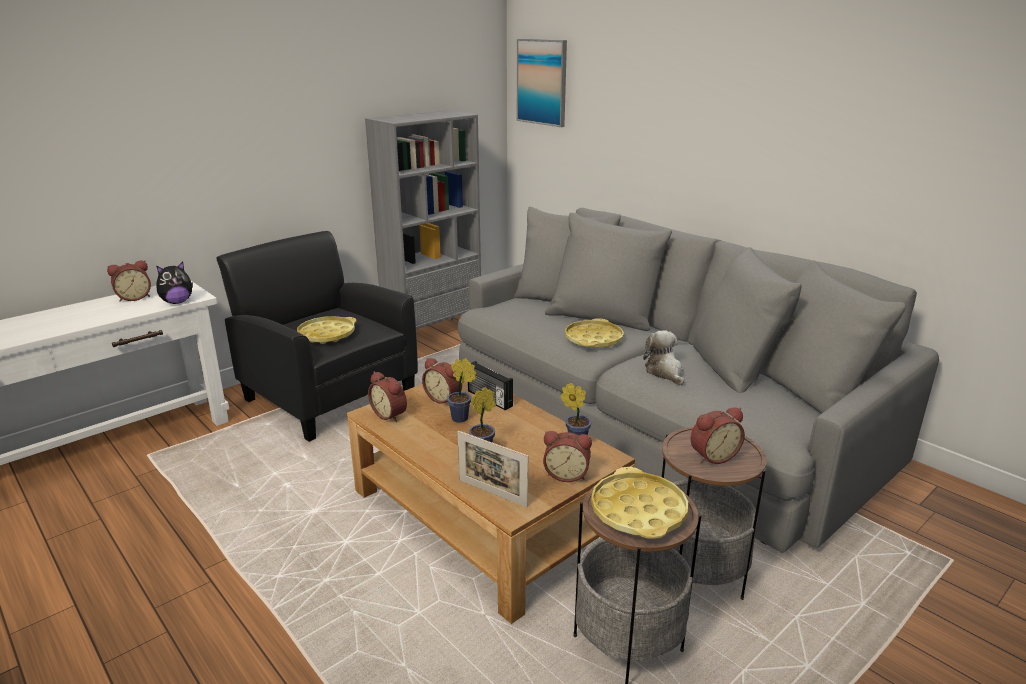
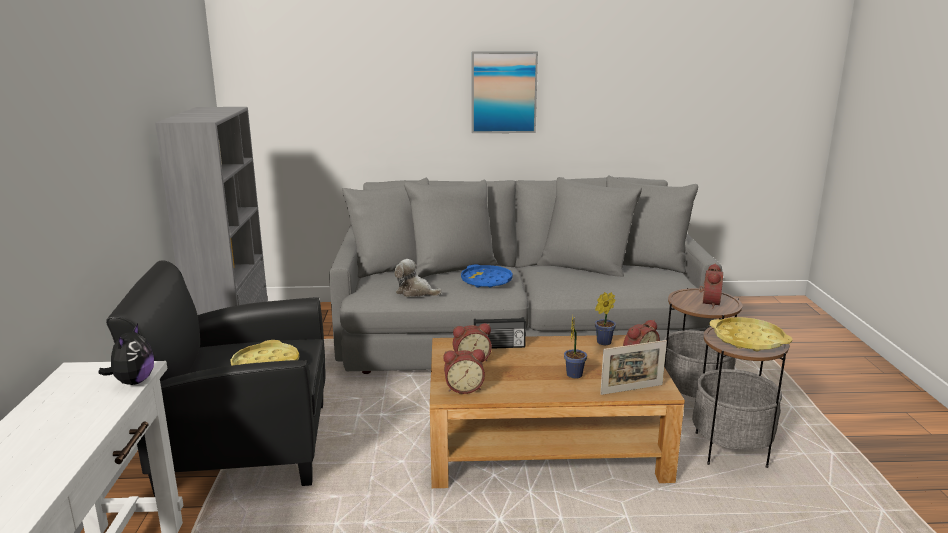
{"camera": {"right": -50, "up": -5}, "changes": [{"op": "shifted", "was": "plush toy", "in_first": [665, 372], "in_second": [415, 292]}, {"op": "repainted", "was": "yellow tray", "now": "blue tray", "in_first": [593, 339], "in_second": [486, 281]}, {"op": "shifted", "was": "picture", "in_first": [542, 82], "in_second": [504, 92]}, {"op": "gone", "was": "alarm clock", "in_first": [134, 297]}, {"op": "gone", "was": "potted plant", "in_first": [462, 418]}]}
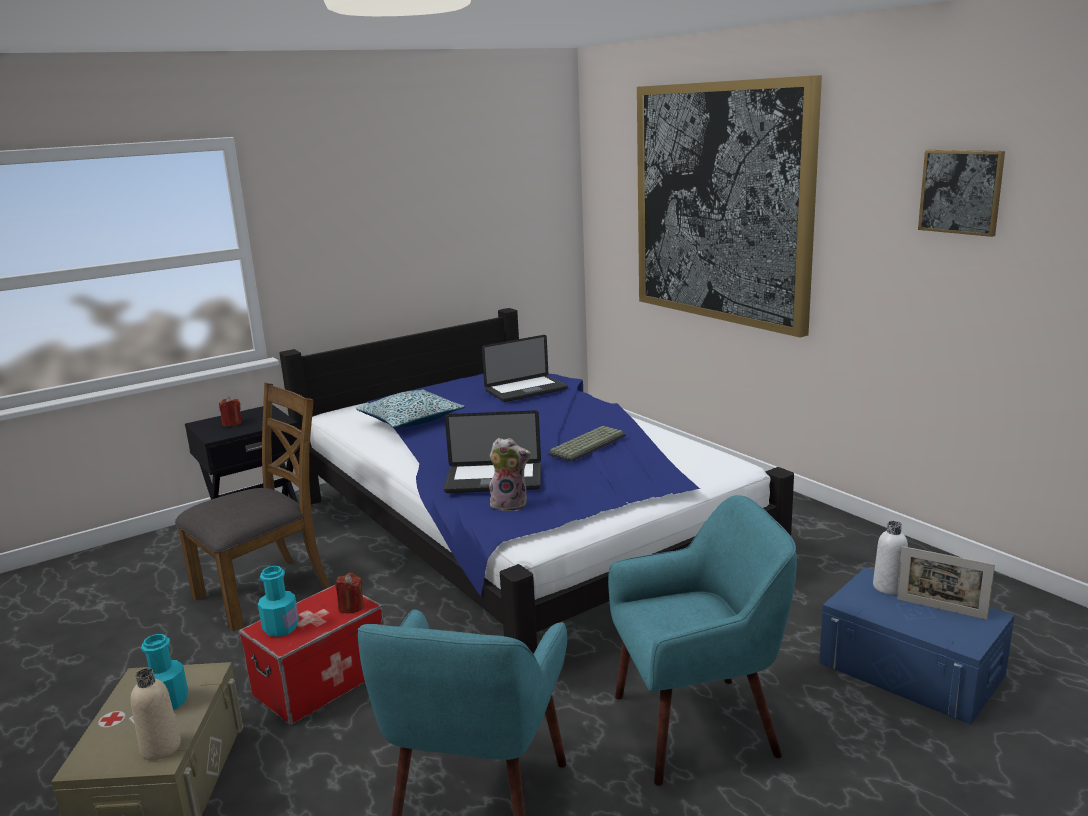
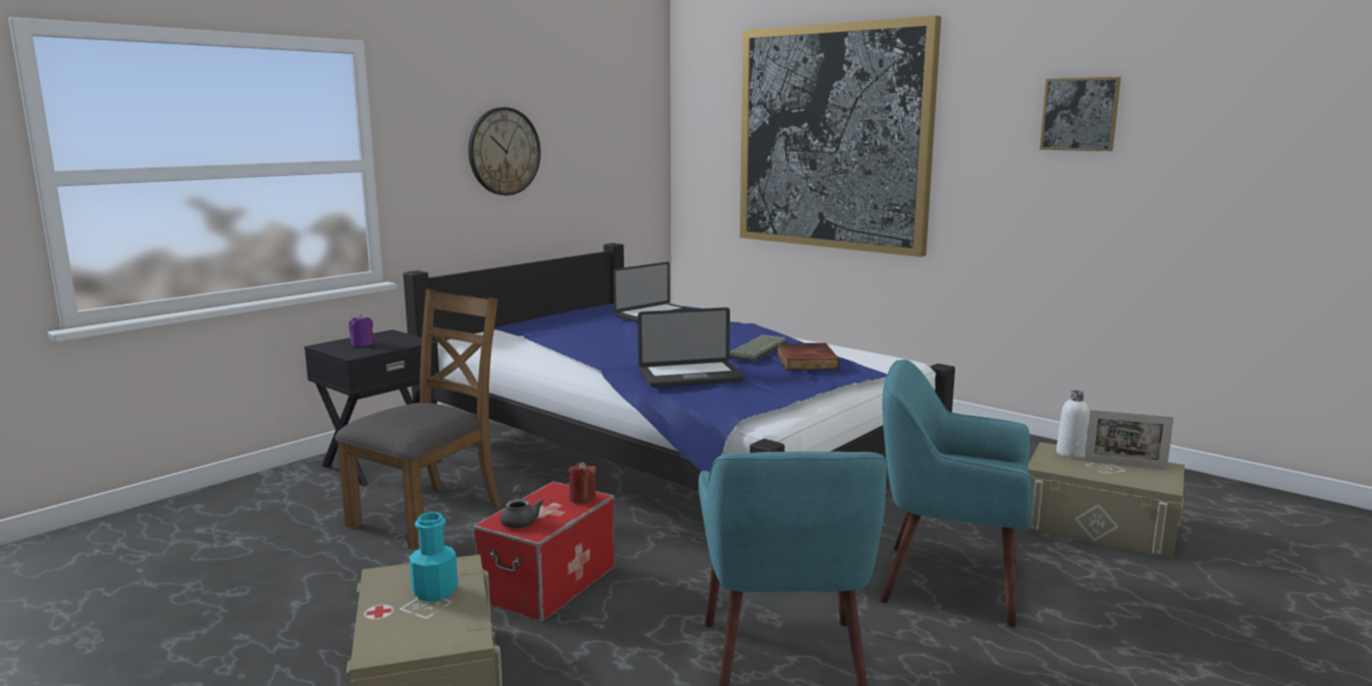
{"camera": {"right": -15, "up": -5}, "changes": [{"op": "repainted", "was": "red candle", "now": "purple candle", "in_first": [232, 423], "in_second": [362, 344]}, {"op": "new", "now": "wall clock", "in_second": [504, 151]}, {"op": "swapped", "was": "turquoise bottle", "now": "grey teapot", "in_first": [281, 628], "in_second": [520, 520]}, {"op": "new", "now": "book", "in_second": [804, 361]}, {"op": "rotated", "was": "turquoise armchair", "in_first": [697, 726], "in_second": [947, 582], "clockwise": -135}, {"op": "repainted", "was": "blue storage box", "now": "beige storage box", "in_first": [911, 669], "in_second": [1099, 525]}, {"op": "gone", "was": "beige bottle", "in_first": [161, 748]}, {"op": "gone", "was": "pillow", "in_first": [410, 420]}, {"op": "gone", "was": "plush toy", "in_first": [510, 504]}]}
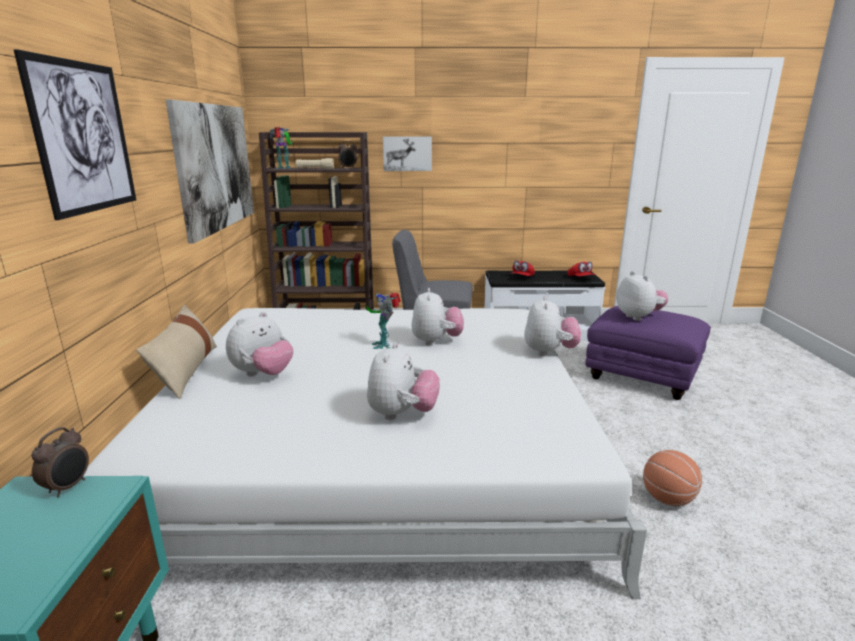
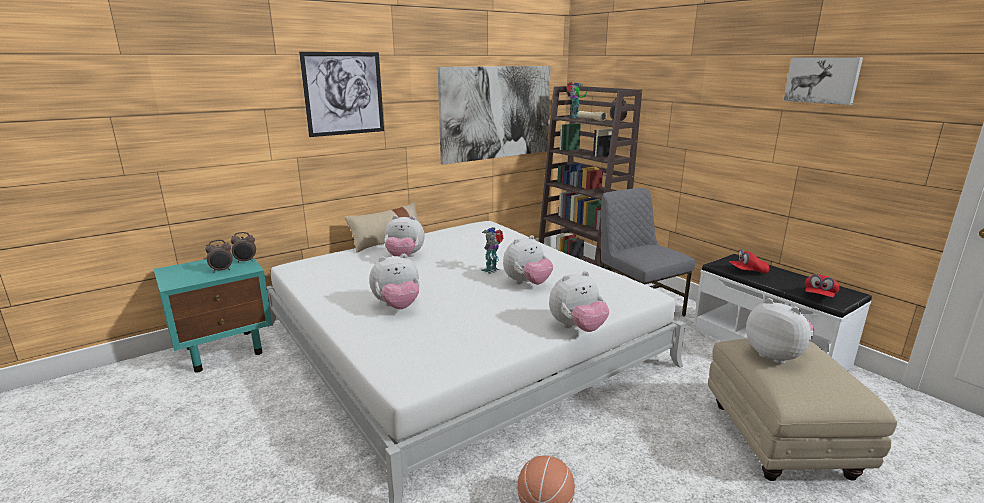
{"camera": {"right": 55, "up": 0}, "changes": [{"op": "new", "now": "alarm clock", "in_second": [222, 270]}, {"op": "repainted", "was": "purple ottoman", "now": "beige ottoman", "in_first": [643, 378], "in_second": [781, 441]}, {"op": "rotated", "was": "plush toy", "in_first": [638, 317], "in_second": [775, 355], "clockwise": -75}, {"op": "shifted", "was": "picture", "in_first": [407, 153], "in_second": [822, 80]}]}
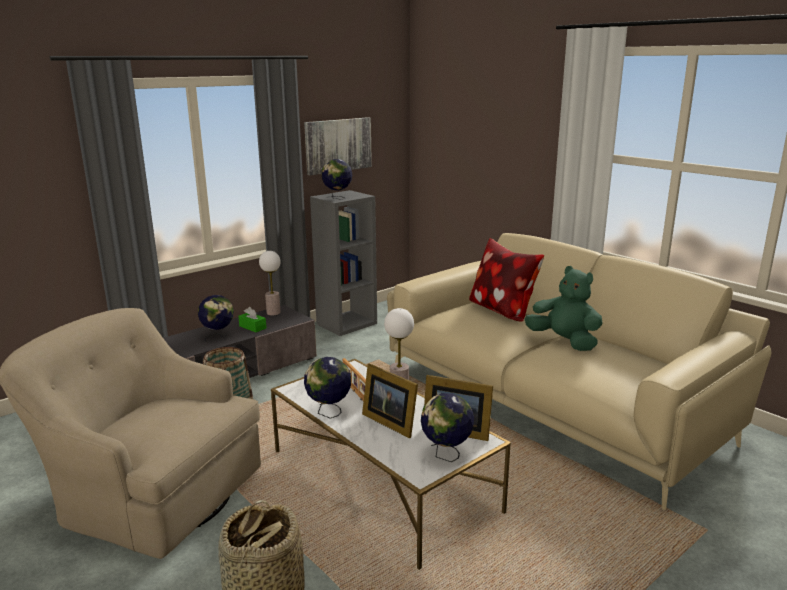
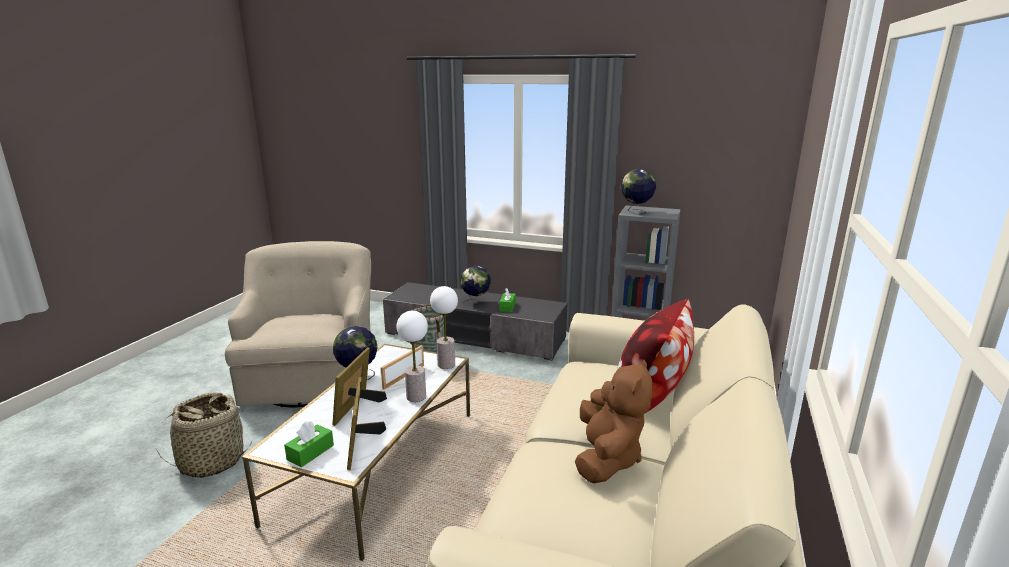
{"camera": {"right": 60, "up": 0}, "changes": [{"op": "swapped", "was": "globe", "now": "green tissue box", "in_first": [446, 455], "in_second": [310, 452]}, {"op": "shifted", "was": "table lamp", "in_first": [273, 313], "in_second": [446, 365]}, {"op": "repainted", "was": "green plush toy", "now": "brown plush toy", "in_first": [564, 341], "in_second": [607, 458]}, {"op": "gone", "was": "picture", "in_first": [338, 145]}]}
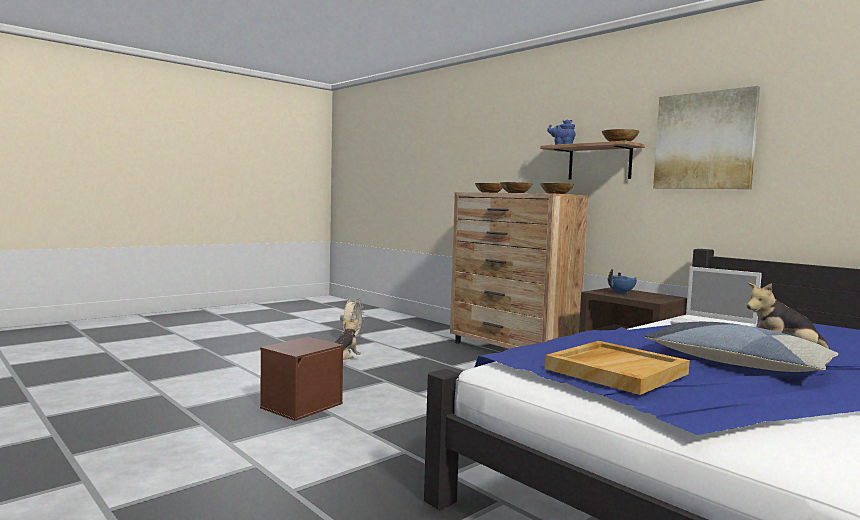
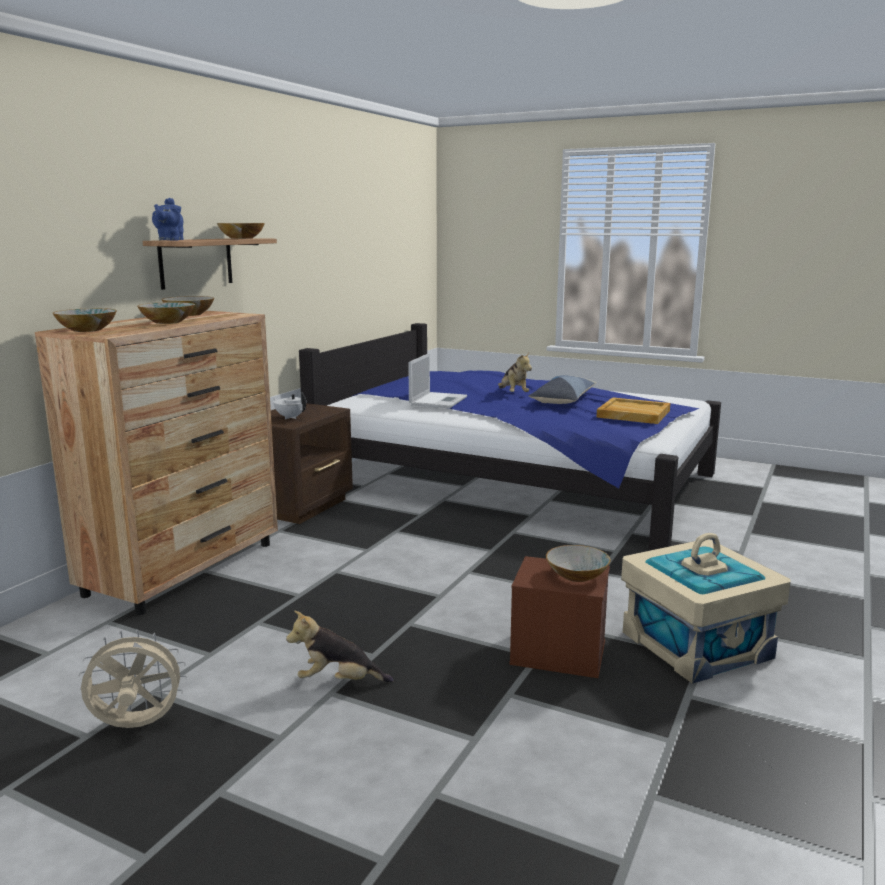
{"camera": {"right": -110, "up": 10}, "changes": [{"op": "repainted", "was": "blue teapot", "now": "white teapot", "in_first": [621, 293], "in_second": [290, 417]}, {"op": "new", "now": "bowl", "in_second": [576, 576]}, {"op": "new", "now": "beige storage box", "in_second": [696, 644]}, {"op": "gone", "was": "picture", "in_first": [704, 141]}]}
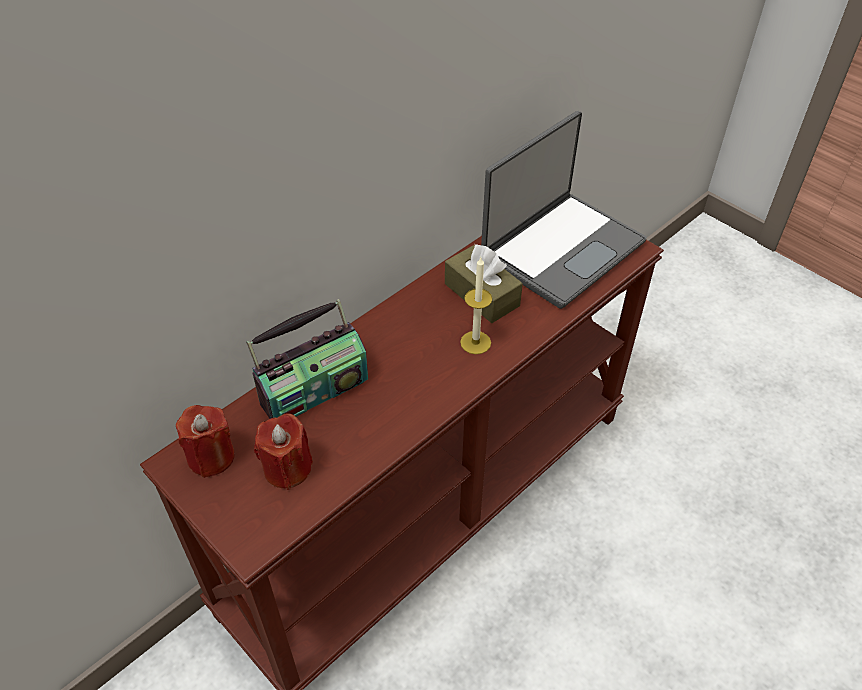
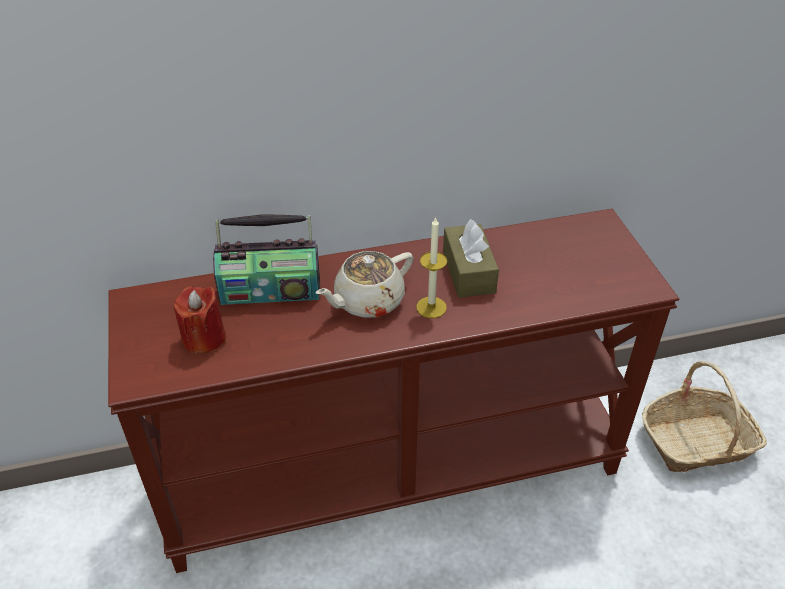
{"camera": {"right": 30, "up": -5}, "changes": [{"op": "new", "now": "beige teapot", "in_second": [367, 301]}, {"op": "new", "now": "basket", "in_second": [696, 442]}, {"op": "gone", "was": "red candle", "in_first": [211, 457]}, {"op": "gone", "was": "laptop", "in_first": [561, 249]}]}
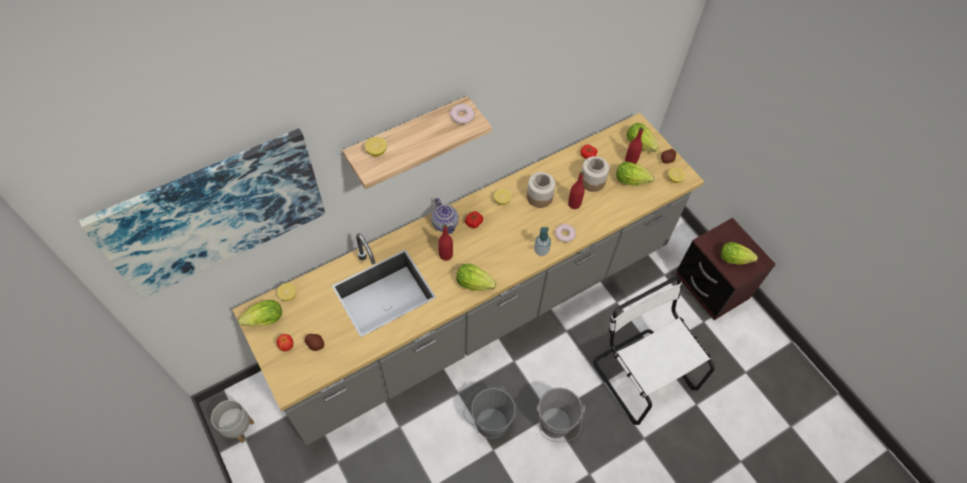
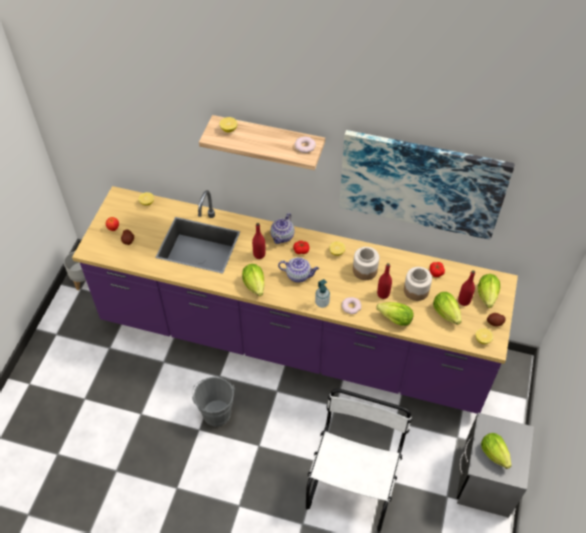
{"camera": {"right": 50, "up": -5}, "changes": [{"op": "repainted", "was": "grey counter", "now": "purple counter", "in_first": [479, 311], "in_second": [293, 340]}, {"op": "new", "now": "teapot", "in_second": [299, 275]}, {"op": "shifted", "was": "picture", "in_first": [215, 213], "in_second": [421, 184]}, {"op": "shifted", "was": "lettuce", "in_first": [262, 321], "in_second": [393, 318]}, {"op": "repainted", "was": "brown nightstand", "now": "grey nightstand", "in_first": [711, 287], "in_second": [486, 480]}, {"op": "gone", "was": "grey bucket", "in_first": [555, 427]}]}
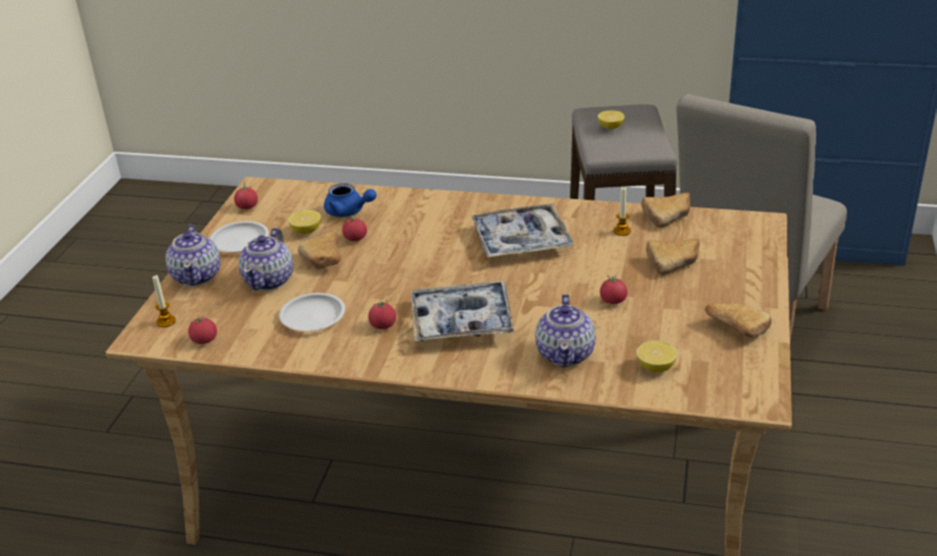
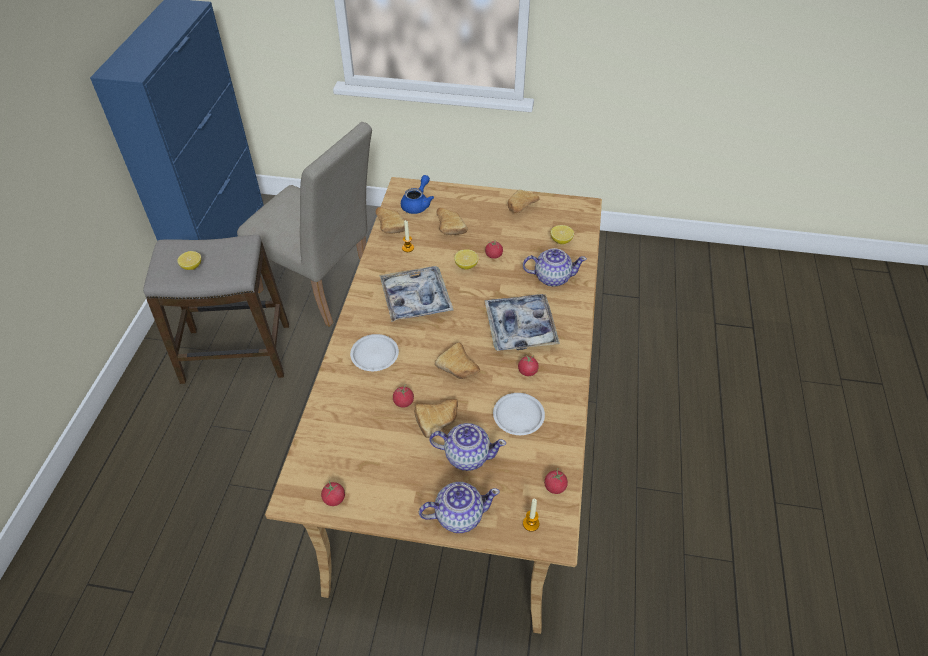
{"camera": {"right": -95, "up": 15}, "changes": [{"op": "shifted", "was": "white plate", "in_first": [240, 241], "in_second": [375, 355]}, {"op": "shifted", "was": "blue teapot", "in_first": [349, 212], "in_second": [417, 204]}, {"op": "new", "now": "bread", "in_second": [459, 369]}, {"op": "shifted", "was": "lemon", "in_first": [306, 231], "in_second": [466, 265]}]}
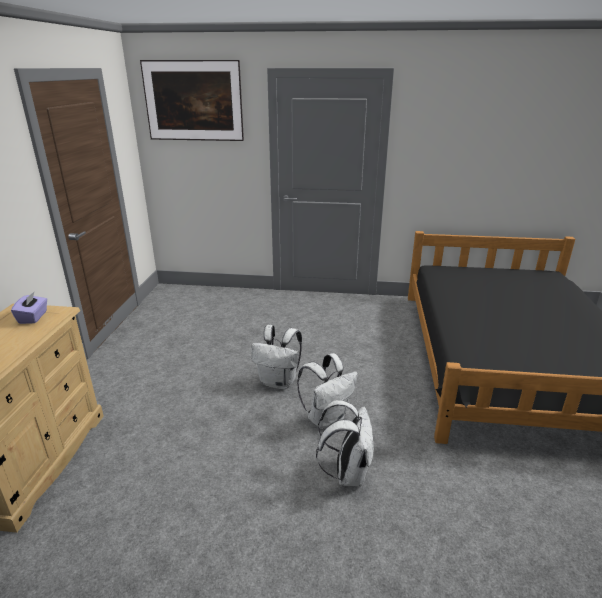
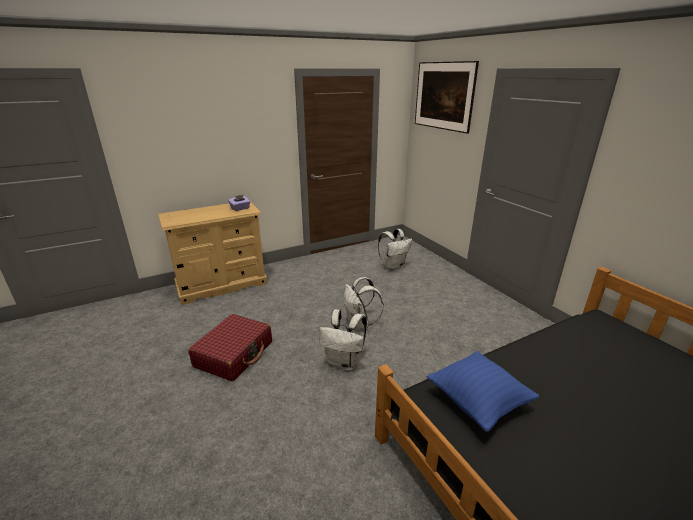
{"camera": {"right": 55, "up": 0}, "changes": [{"op": "new", "now": "red suitcase", "in_second": [234, 354]}, {"op": "shifted", "was": "white backpack", "in_first": [347, 473], "in_second": [393, 266]}, {"op": "new", "now": "blue pillow", "in_second": [478, 402]}]}
